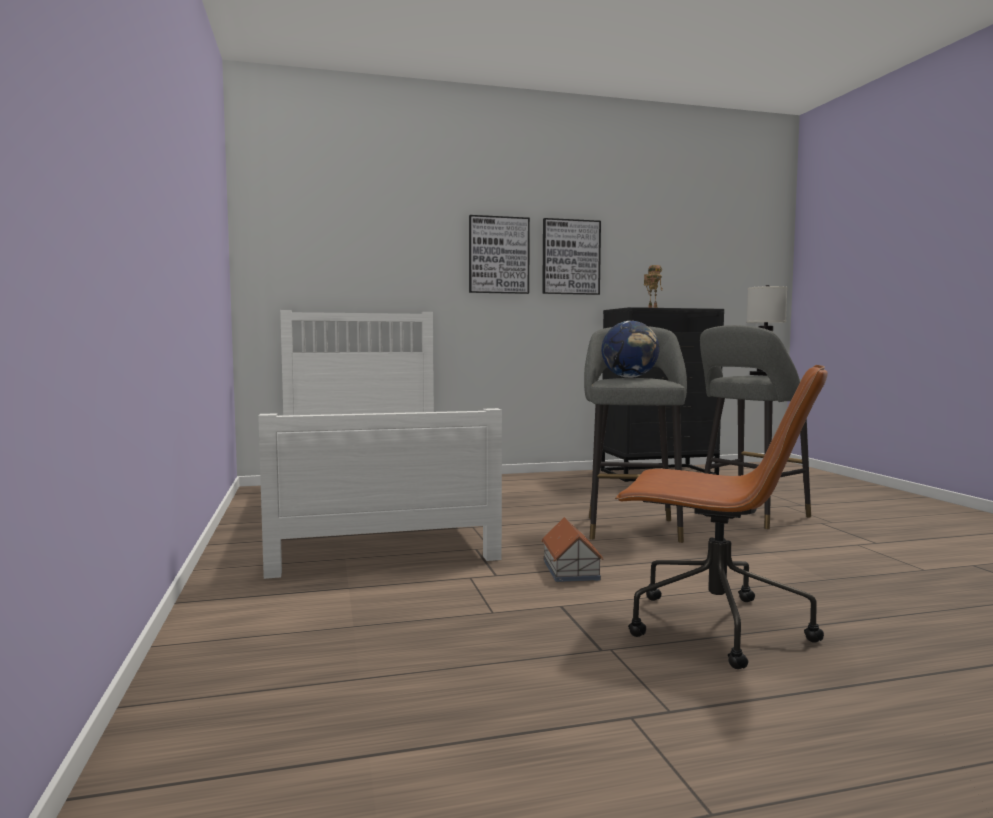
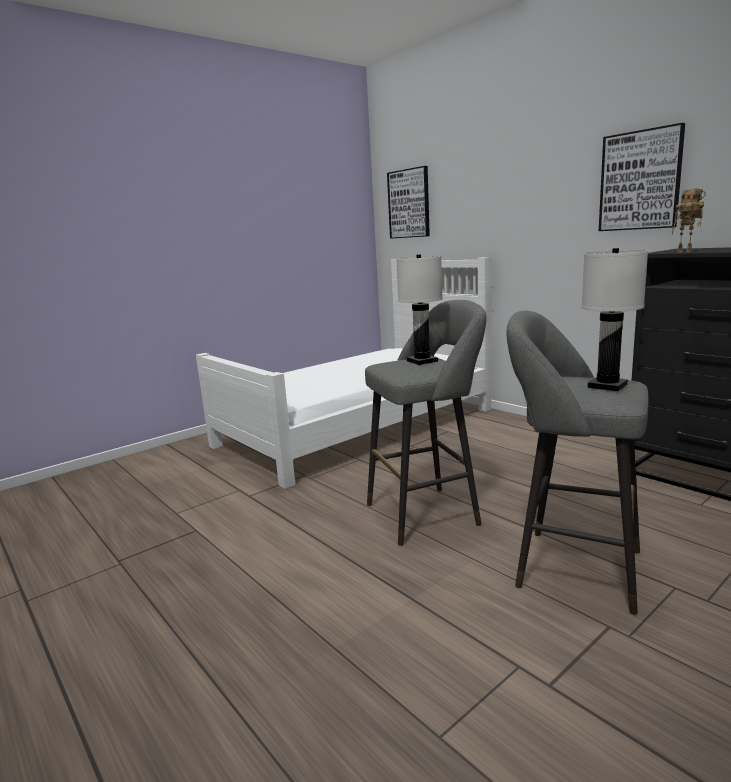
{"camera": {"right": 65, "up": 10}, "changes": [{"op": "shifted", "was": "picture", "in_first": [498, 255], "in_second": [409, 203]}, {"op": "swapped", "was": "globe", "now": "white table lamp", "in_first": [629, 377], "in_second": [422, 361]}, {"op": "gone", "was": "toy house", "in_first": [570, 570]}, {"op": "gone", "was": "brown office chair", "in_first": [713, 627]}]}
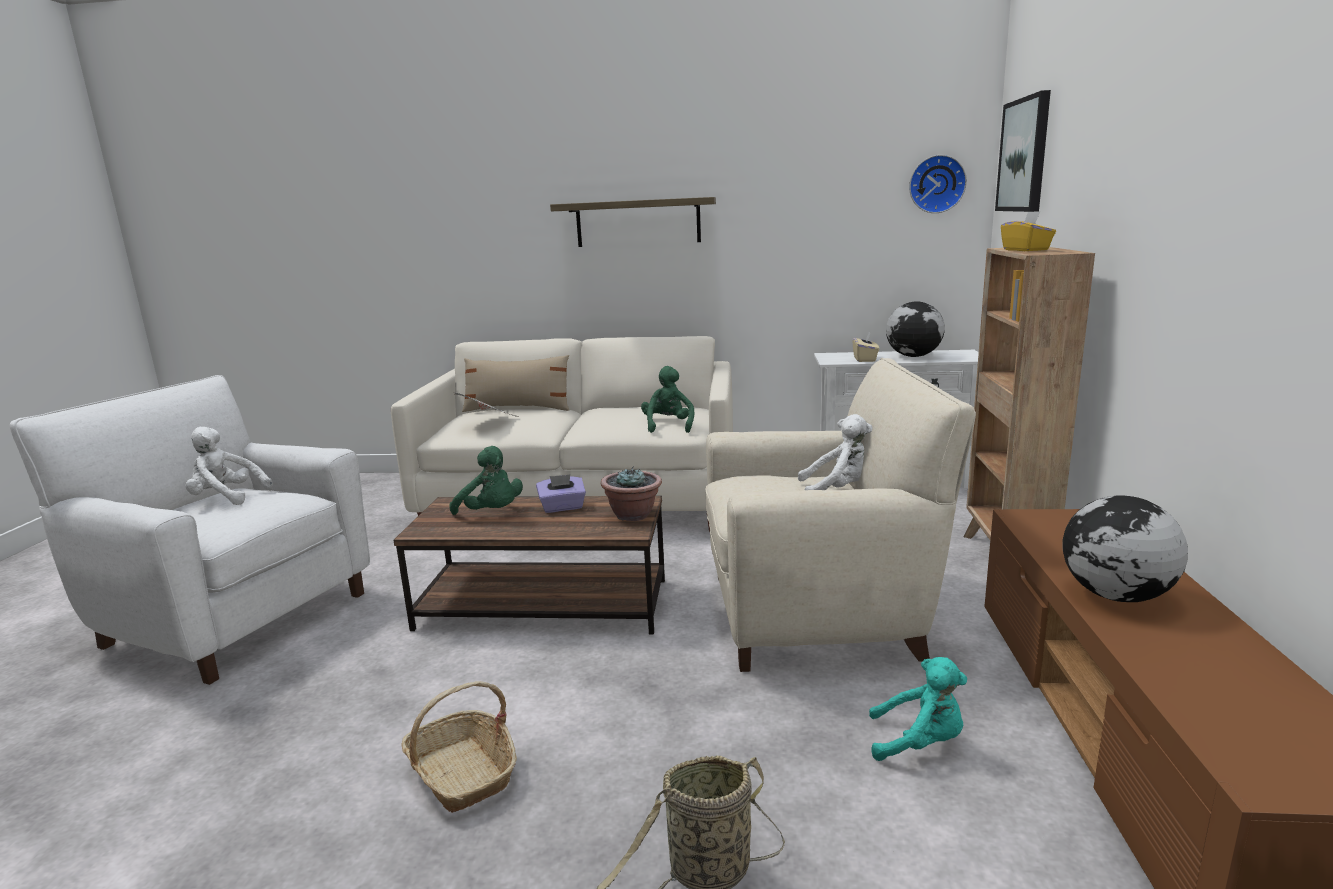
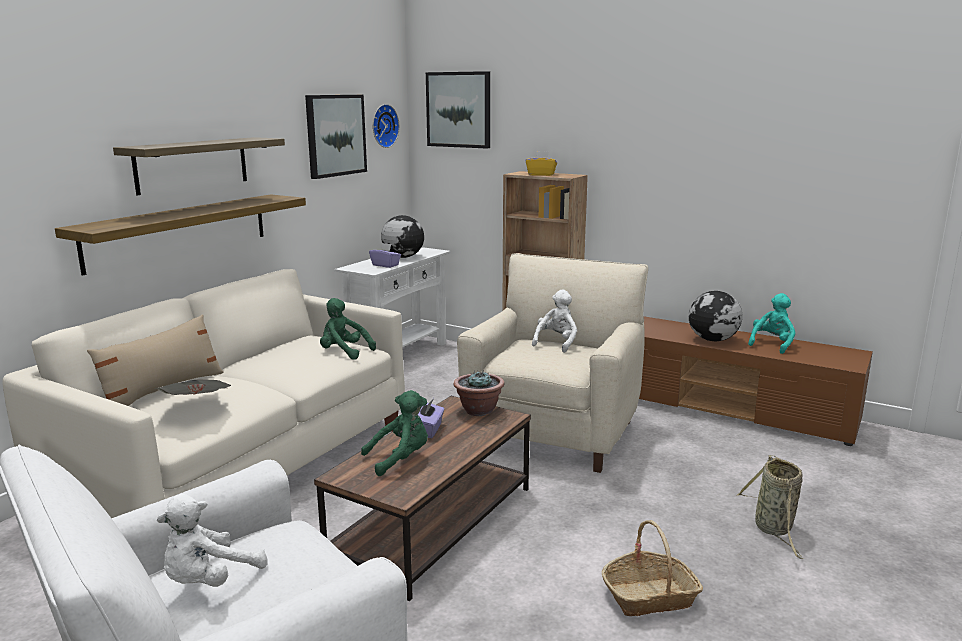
{"camera": {"right": -65, "up": 0}, "changes": [{"op": "new", "now": "shelf", "in_second": [179, 231]}, {"op": "new", "now": "picture", "in_second": [335, 135]}, {"op": "repainted", "was": "beige tissue box", "now": "purple tissue box", "in_first": [865, 359], "in_second": [385, 265]}, {"op": "shifted", "was": "turquoise plush toy", "in_first": [919, 743], "in_second": [772, 344]}]}
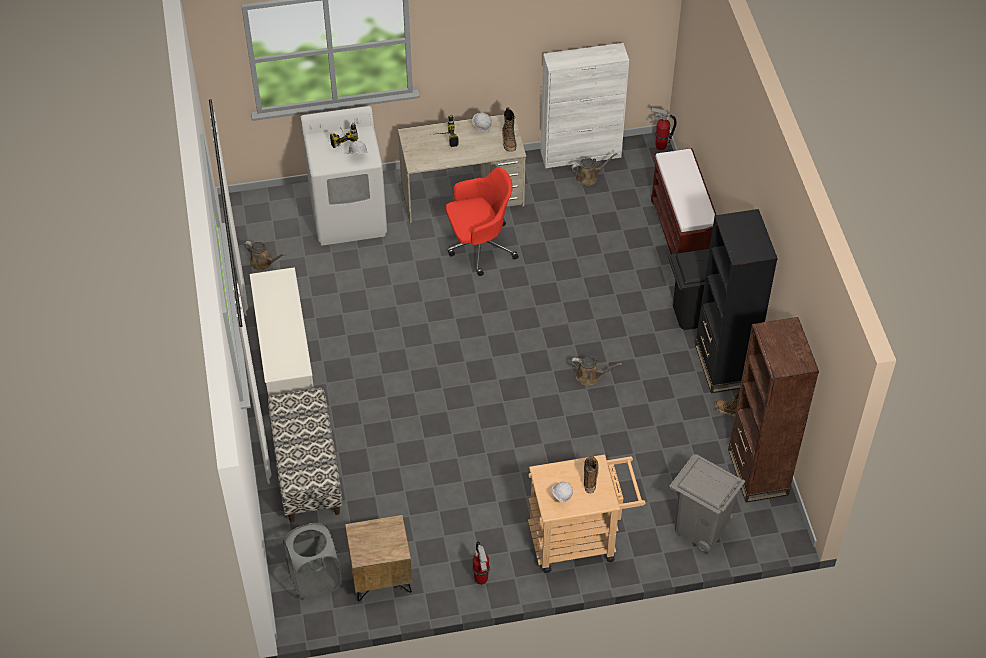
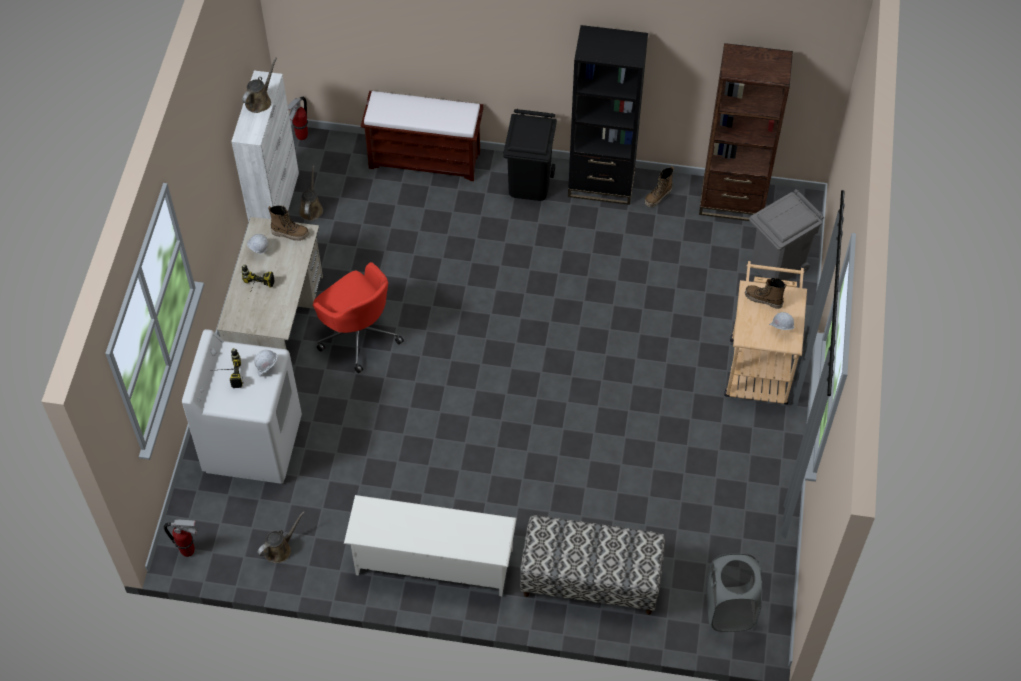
{"camera": {"right": -70, "up": 5}, "changes": [{"op": "shifted", "was": "fire extinguisher", "in_first": [481, 579], "in_second": [188, 551]}, {"op": "shifted", "was": "brown watering can", "in_first": [590, 376], "in_second": [260, 101]}, {"op": "rotated", "was": "red office chair", "in_first": [479, 246], "in_second": [358, 334], "clockwise": 135}, {"op": "gone", "was": "brown nightstand", "in_first": [381, 577]}]}
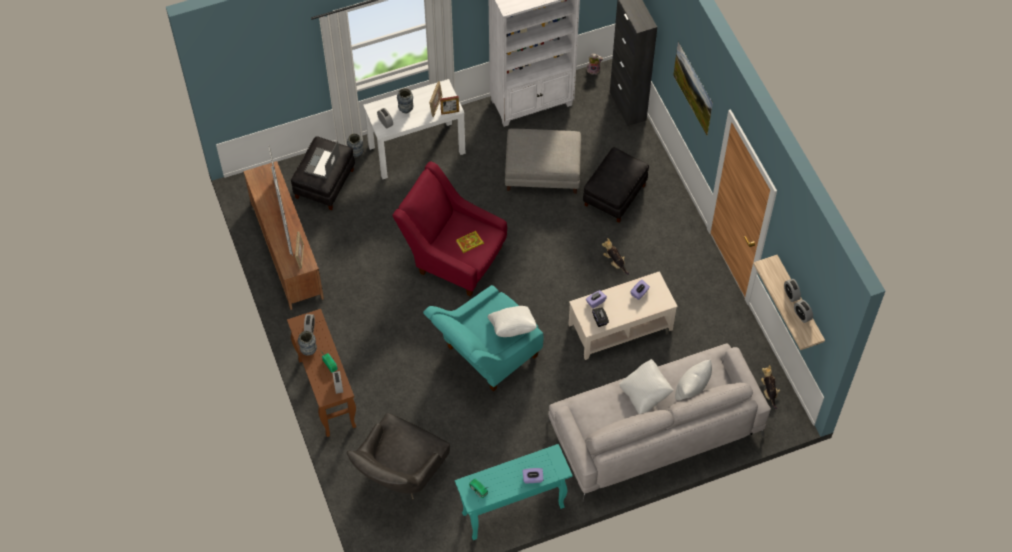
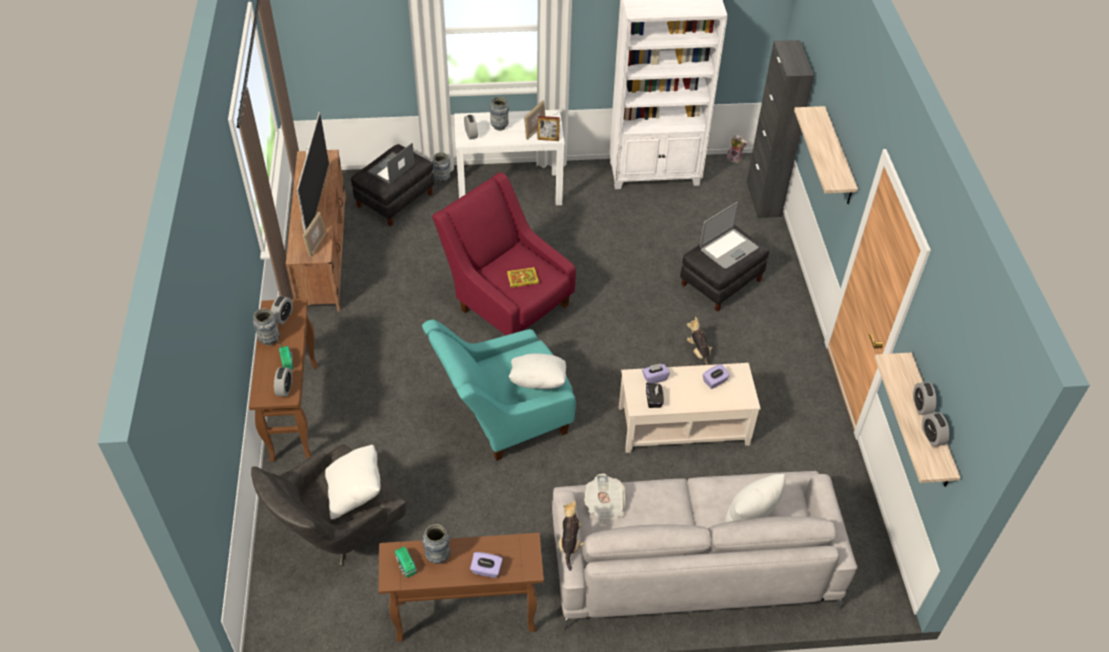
{"camera": {"right": 15, "up": -10}, "changes": [{"op": "shifted", "was": "white pillow", "in_first": [645, 395], "in_second": [355, 493]}, {"op": "repainted", "was": "turquoise console table", "now": "brown console table", "in_first": [512, 511], "in_second": [464, 617]}, {"op": "new", "now": "vase", "in_second": [438, 556]}, {"op": "shifted", "was": "plush toy", "in_first": [769, 392], "in_second": [570, 543]}, {"op": "new", "now": "newspaper", "in_second": [604, 507]}, {"op": "new", "now": "laptop", "in_second": [728, 249]}, {"op": "swapped", "was": "picture", "now": "shelf", "in_first": [691, 97], "in_second": [837, 157]}, {"op": "gone", "was": "grey ottoman", "in_first": [543, 172]}]}
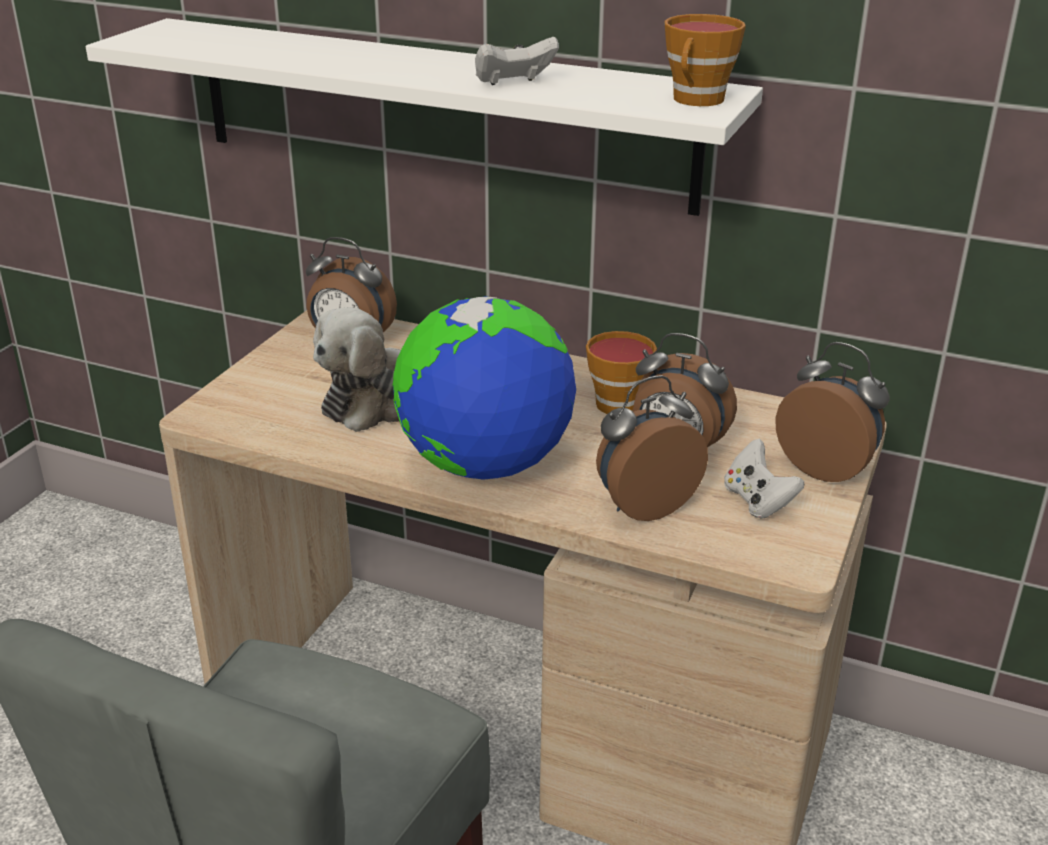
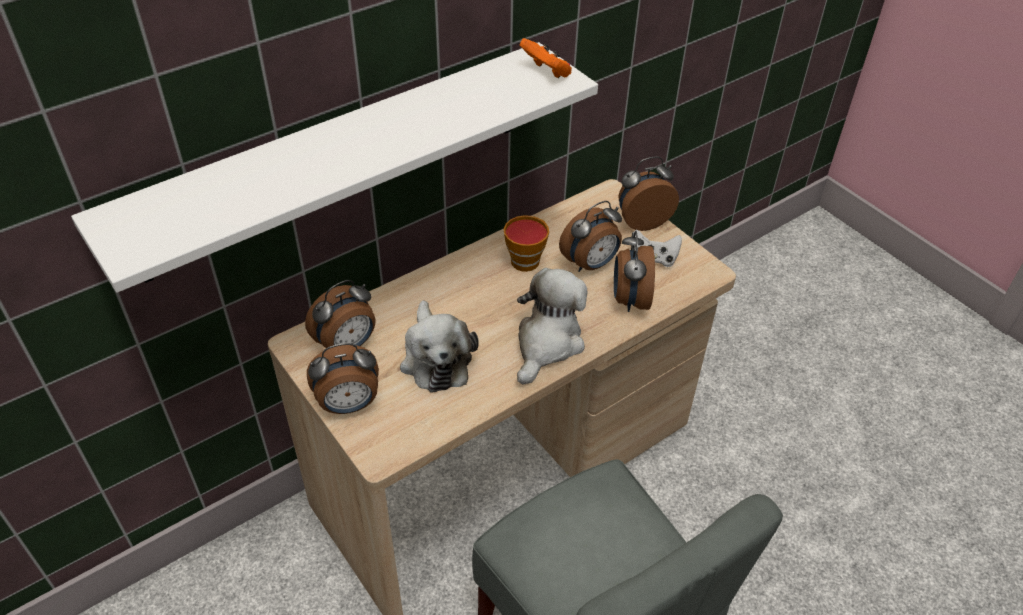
{"camera": {"right": -60, "up": 15}, "changes": [{"op": "new", "now": "alarm clock", "in_second": [349, 405]}, {"op": "swapped", "was": "globe", "now": "plush toy", "in_first": [485, 465], "in_second": [547, 343]}, {"op": "swapped", "was": "cup", "now": "orange game controller", "in_first": [697, 101], "in_second": [547, 72]}, {"op": "gone", "was": "white game controller", "in_first": [513, 83]}]}
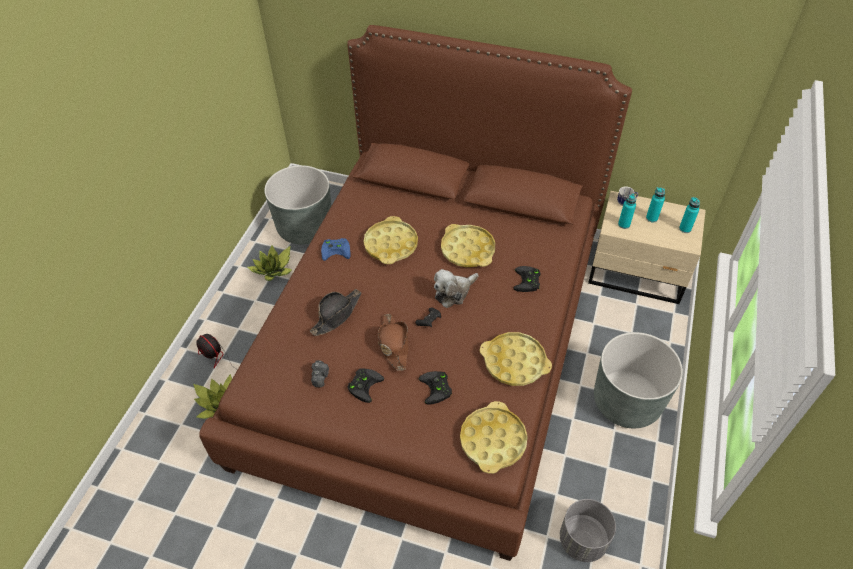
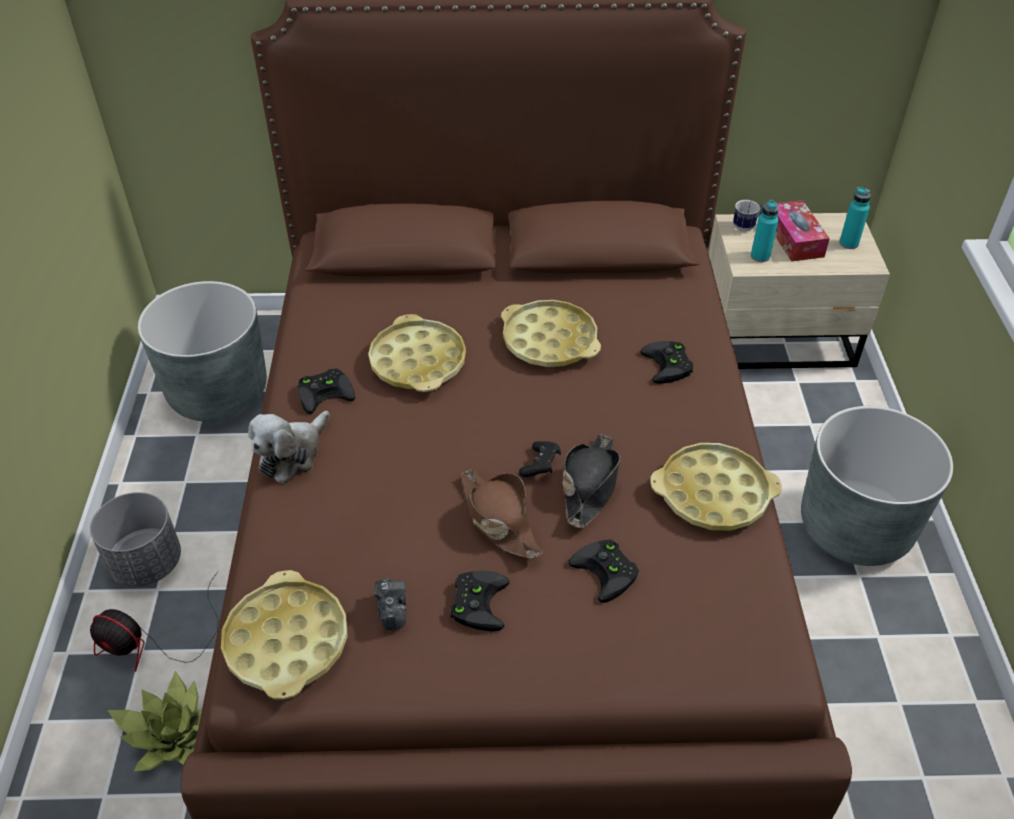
{"camera": {"right": -20, "up": -5}, "changes": [{"op": "shifted", "was": "grey planter", "in_first": [583, 540], "in_second": [147, 563]}, {"op": "shifted", "was": "yellow tray", "in_first": [492, 440], "in_second": [286, 641]}, {"op": "shifted", "was": "plush toy", "in_first": [453, 292], "in_second": [292, 454]}, {"op": "repainted", "was": "blue game controller", "now": "black game controller", "in_first": [337, 250], "in_second": [326, 392]}, {"op": "shifted", "was": "black hat", "in_first": [336, 314], "in_second": [590, 485]}, {"op": "swapped", "was": "turquoise bottle", "now": "tissue box", "in_first": [651, 218], "in_second": [794, 239]}, {"op": "gone", "was": "potted plant", "in_first": [273, 270]}]}
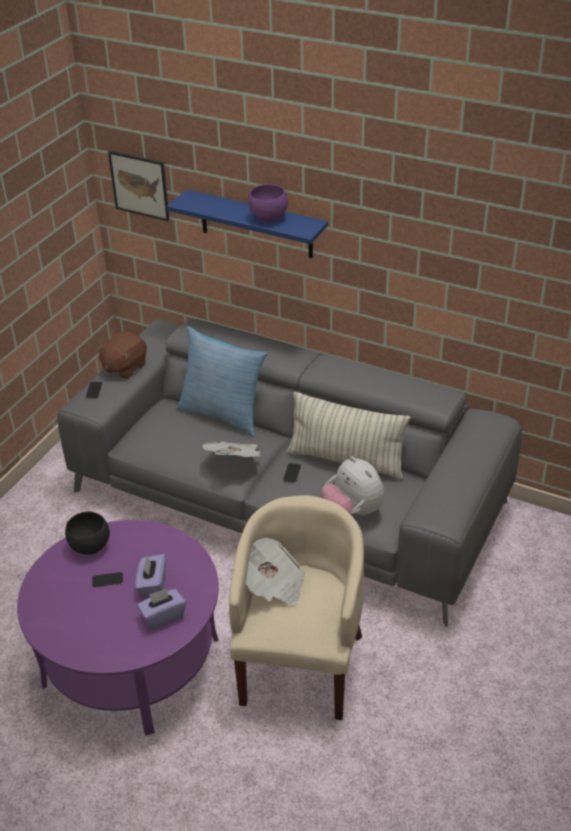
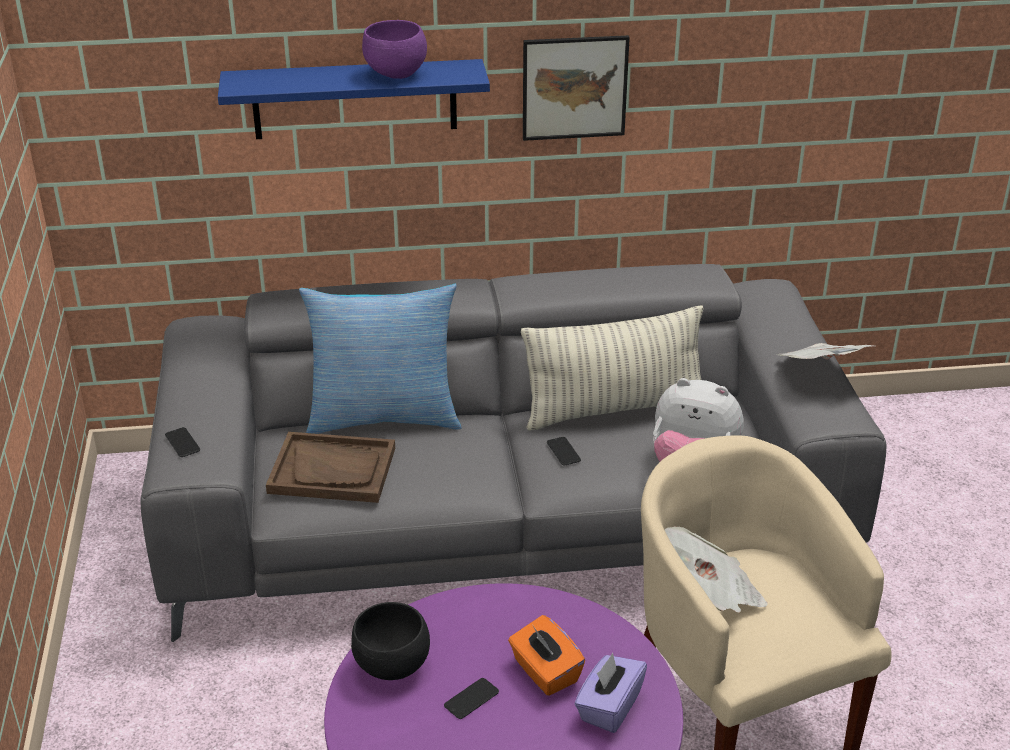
{"camera": {"right": -35, "up": -5}, "changes": [{"op": "new", "now": "brown tray", "in_second": [333, 470]}, {"op": "repainted", "was": "purple tissue box", "now": "orange tissue box", "in_first": [152, 584], "in_second": [545, 672]}, {"op": "shifted", "was": "picture", "in_first": [139, 185], "in_second": [574, 87]}, {"op": "shifted", "was": "newspaper", "in_first": [235, 461], "in_second": [822, 371]}, {"op": "gone", "was": "brown plush toy", "in_first": [124, 367]}]}
